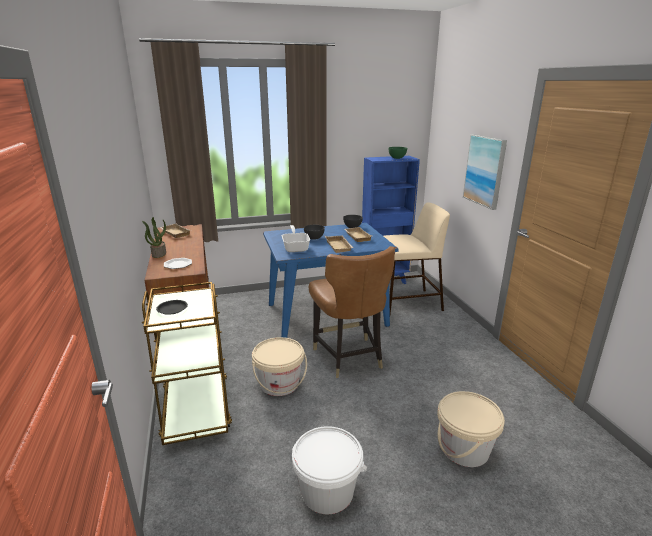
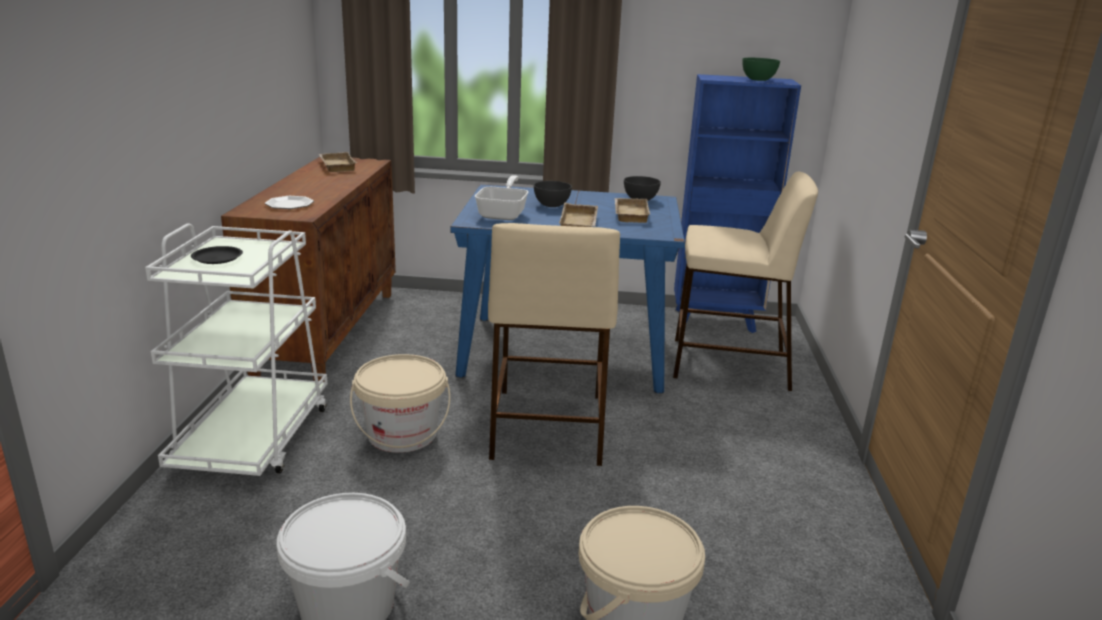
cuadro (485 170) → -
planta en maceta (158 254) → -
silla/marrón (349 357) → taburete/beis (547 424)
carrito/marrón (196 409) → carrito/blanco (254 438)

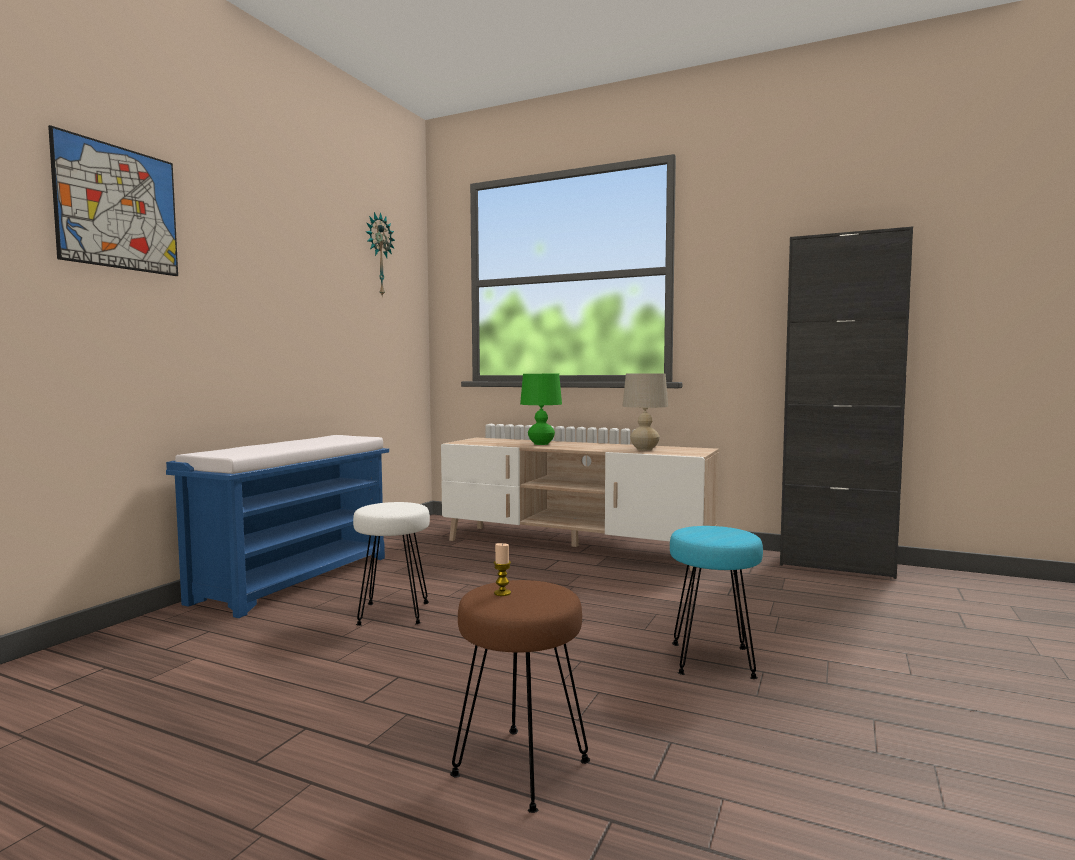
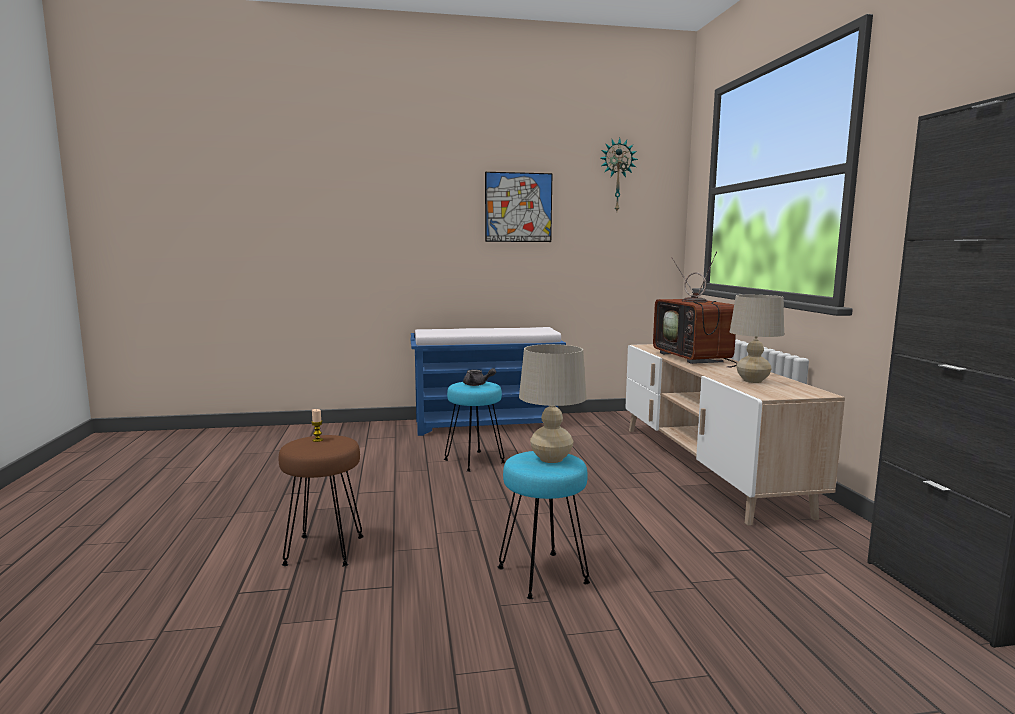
cuadro (118 207) → cuadro (518 207), shifted
lámpara de mesa/verde (541 444) → televisor (695 358)
taburete/blanco (394 613) → taburete/turquesa (475 461)
- → lámpara de mesa/beis (551 459)
- → tetera/gris (477 385)

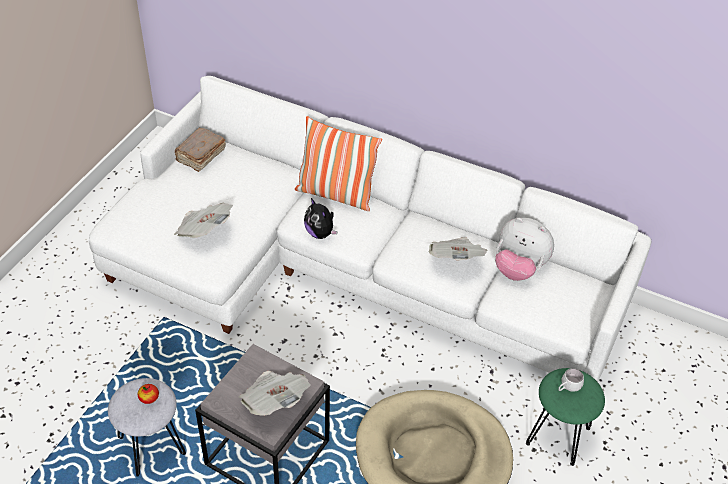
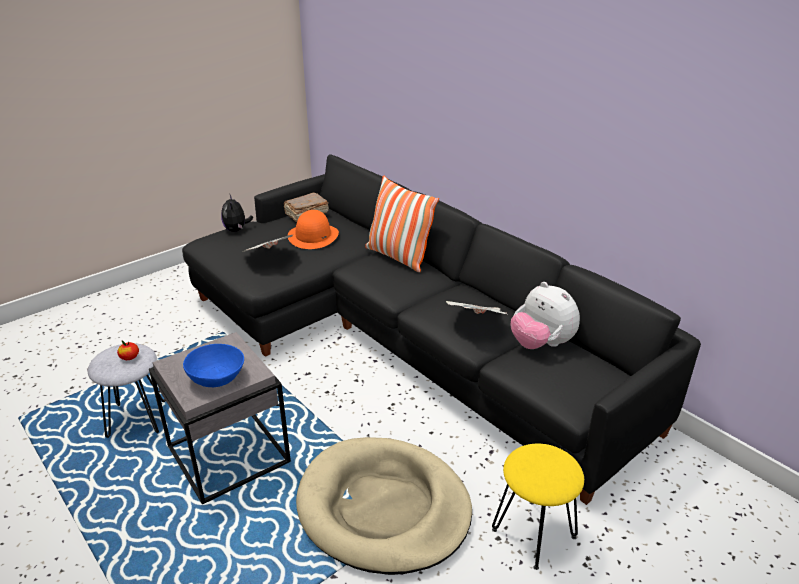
sofá/blanco (347 269) → sofá/negro (400 336)
peluche (320 233) → peluche (237 230), shifted
taburete/verde (558 436) → taburete/amarillo (534 534)
taza grande/blanco (567 387) → -
periódico (274 401) → cuenco/azul (216 378)
- → sombrero/naranja (313 236)

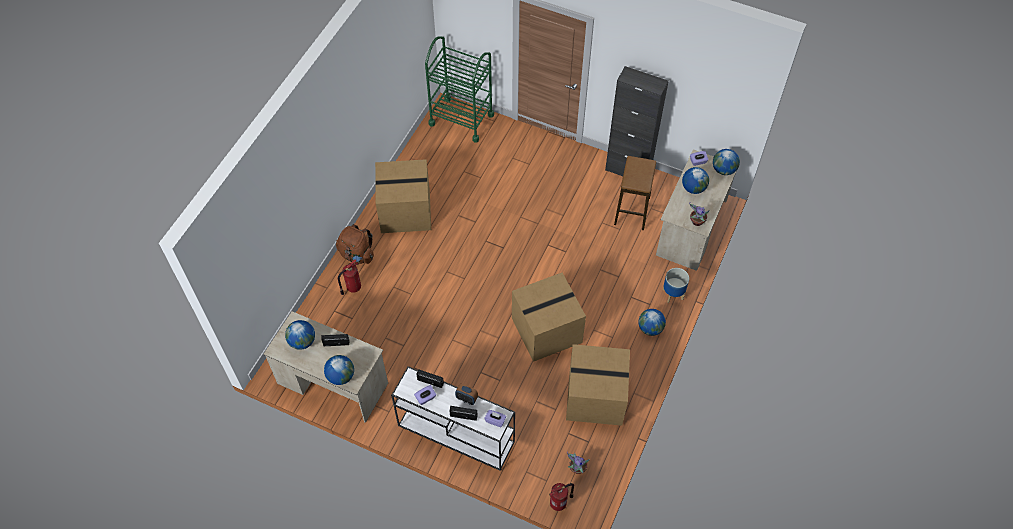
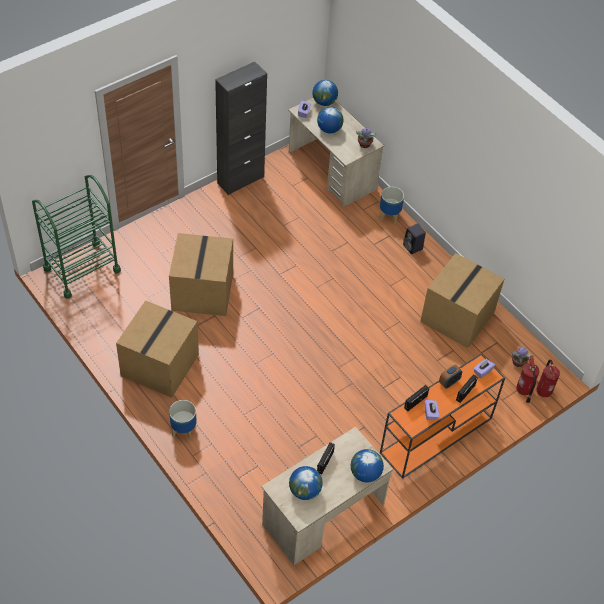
taburete (632 211) → -
mochila/marrón (357 255) → maceta (184 429)
extintor (352 287) → extintor (524 391), shifted
caja de cartón (547 329) → caja de cartón (201 290), shifted
globo terráqueo (650 328) → altavoz/negro (413 247)
mesa consola/blanco (455 433) → mesa consola/naranja (435 436)

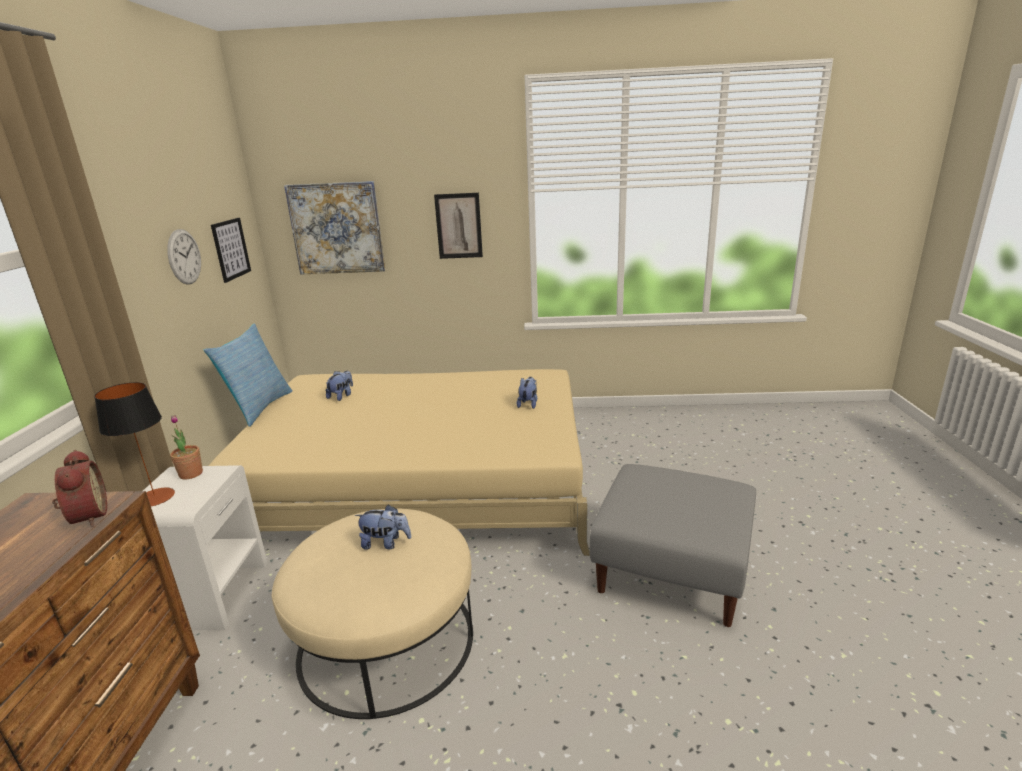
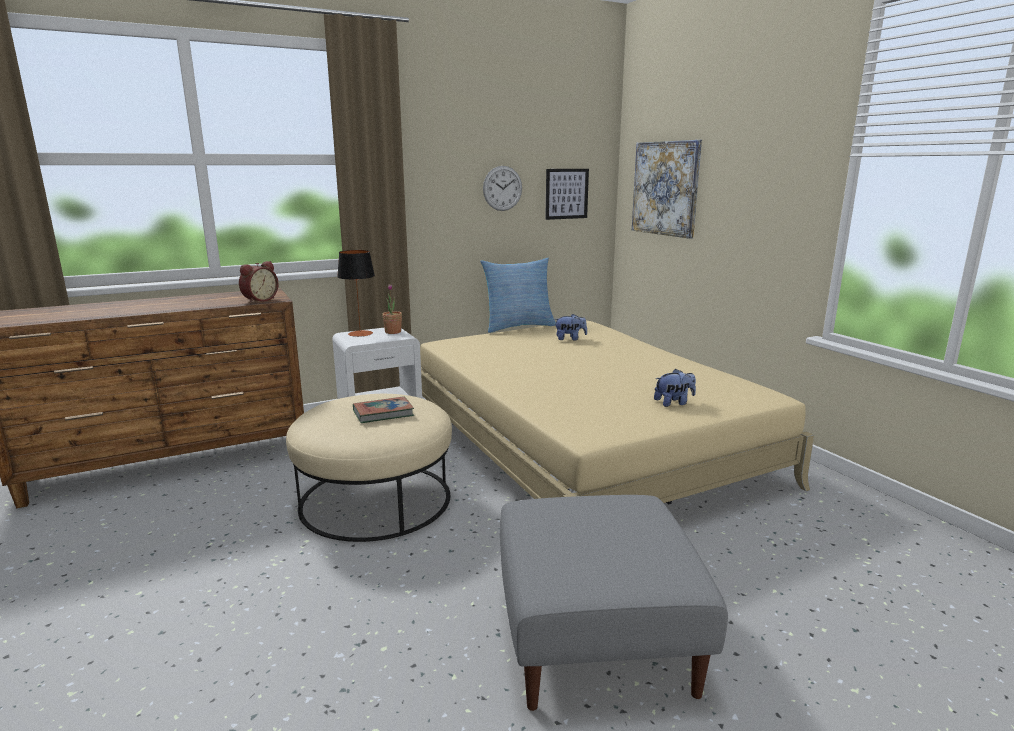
cuadro (458 226) → -
peluche (385 543) → libro (383 413)

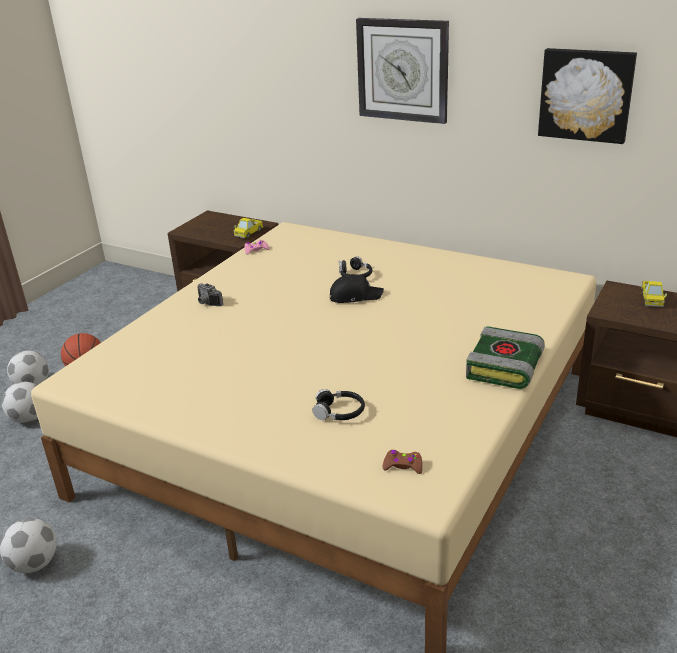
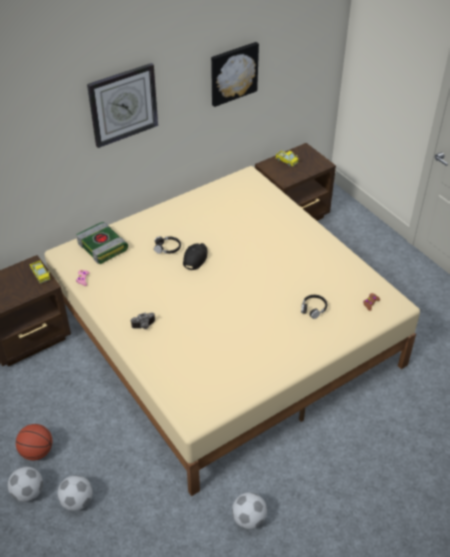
libro (505 367) → libro (103 247), shifted

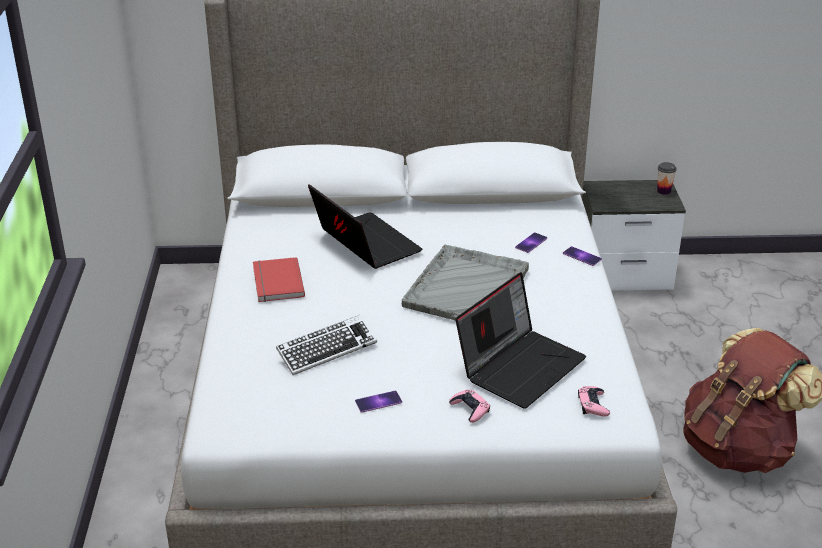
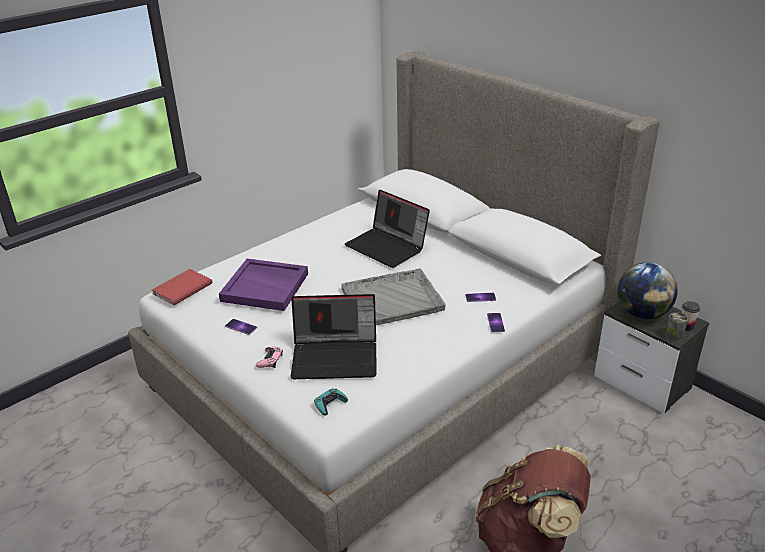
portátil (364 244) → portátil (388 247), 120 degrees clockwise
libro/rojo (276 282) → libro/rojo (181 288), shifted
teclado (327 350) → bandeja/morado (266 287)
mando de consola/rosa (593 405) → mando de consola/turquesa (330 404)
- → globo terráqueo (642 313)
- → lata (674 336)

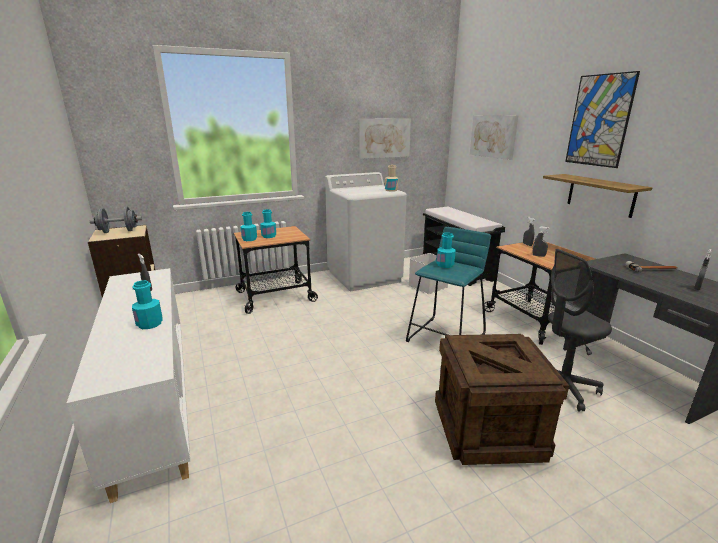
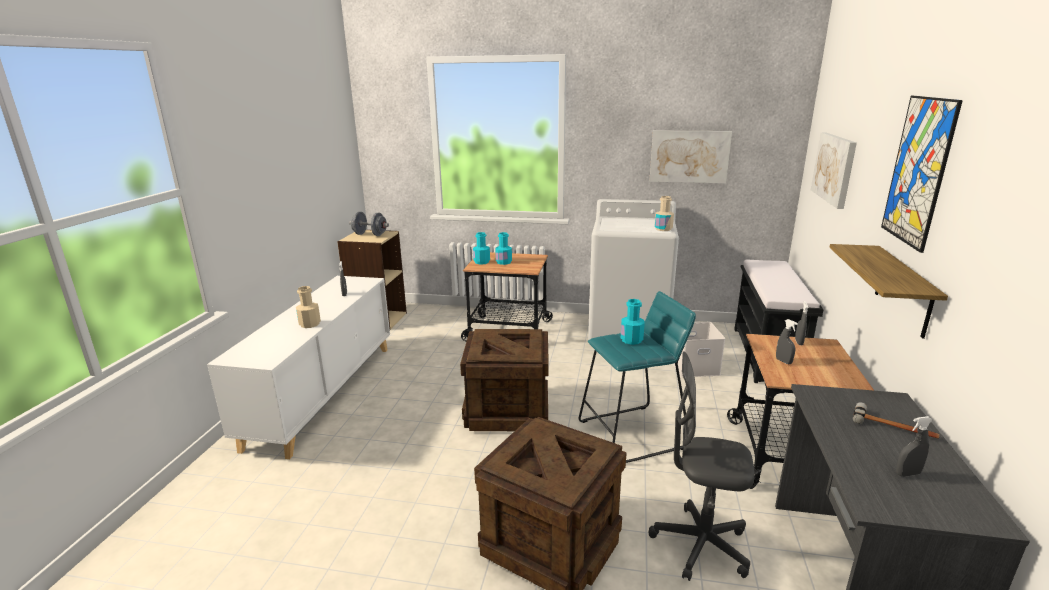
botella/turquesa (150 324) → botella/beis (310 324)
- → caja de embalaje (506 410)

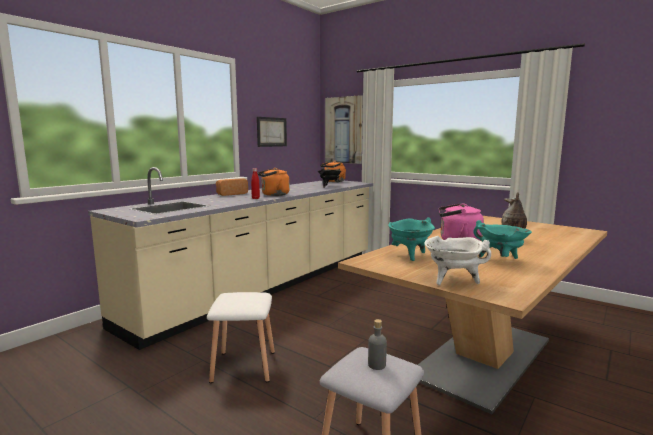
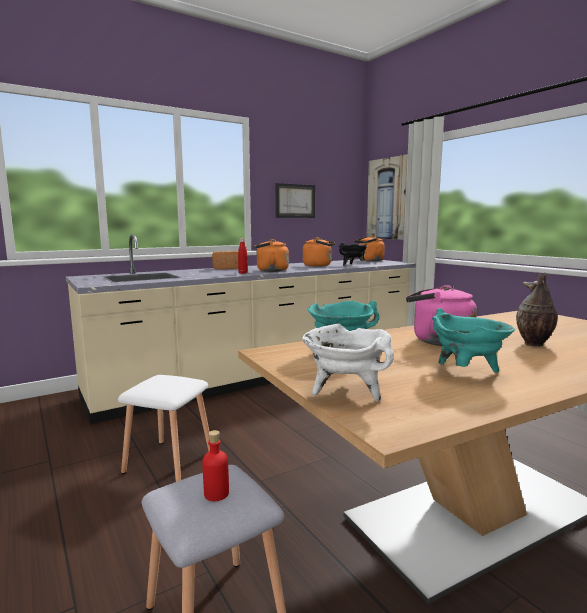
botella/gris (376 365) → botella/rojo (216 493)
- → hervidor/naranja (319 265)

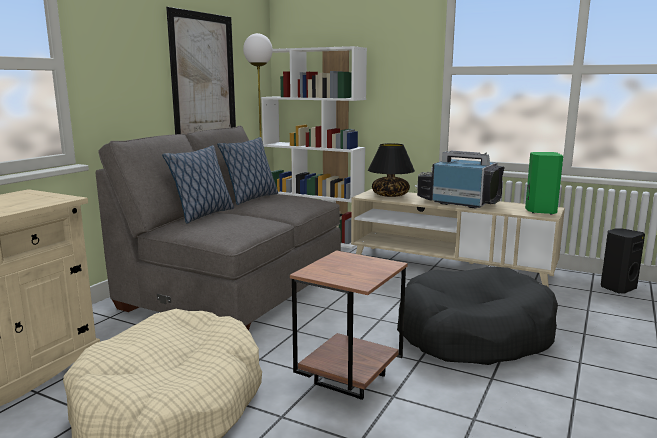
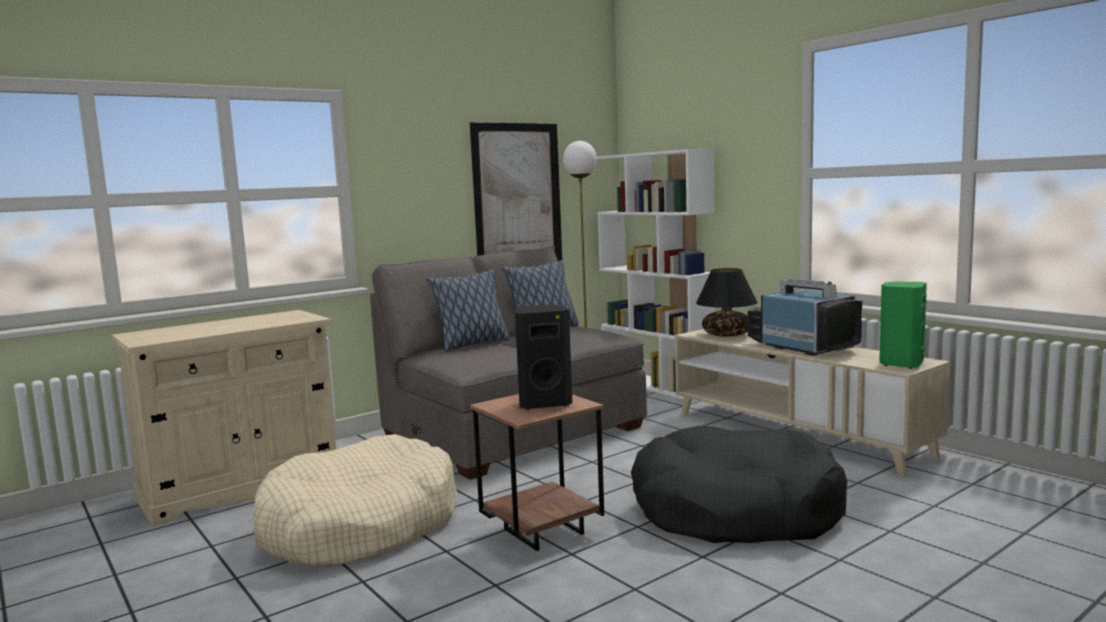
altavoz/negro (617 288) → altavoz/negro (544 403), shifted

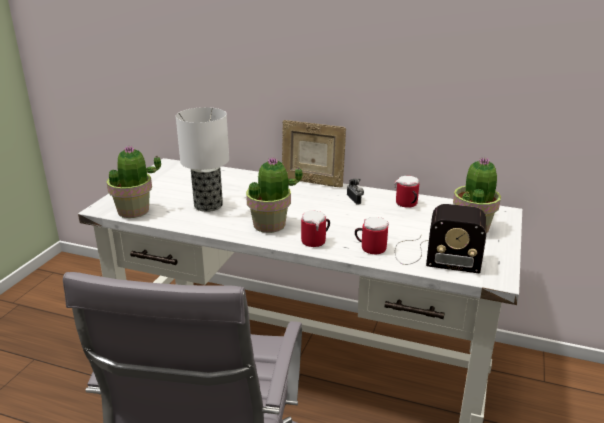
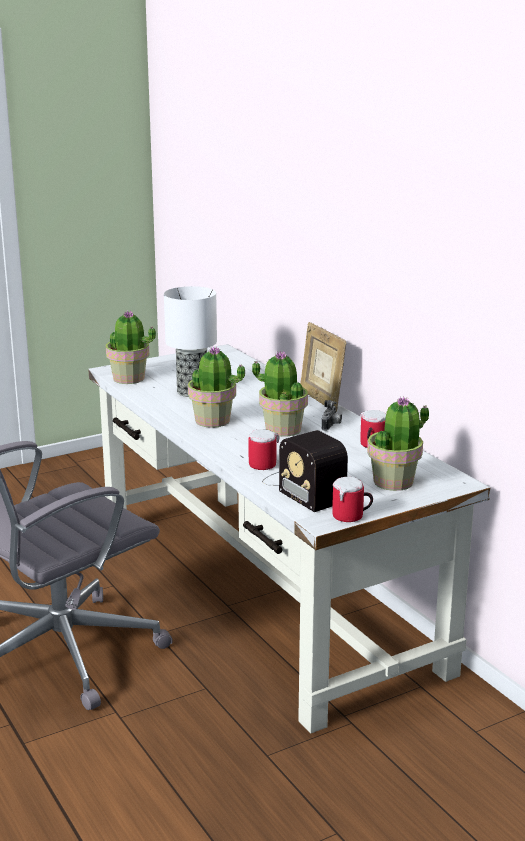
taza grande (317 241) → taza grande (352 517), shifted
- → planta en maceta (282 429)

